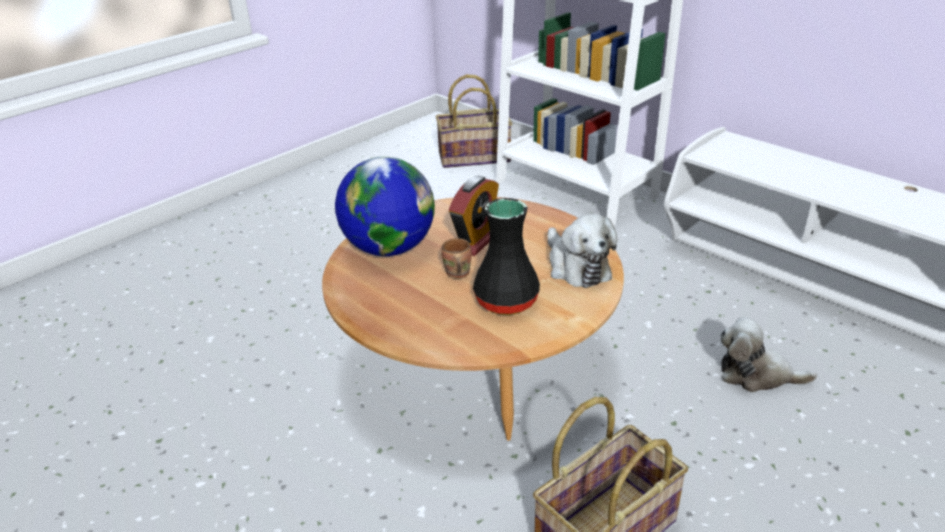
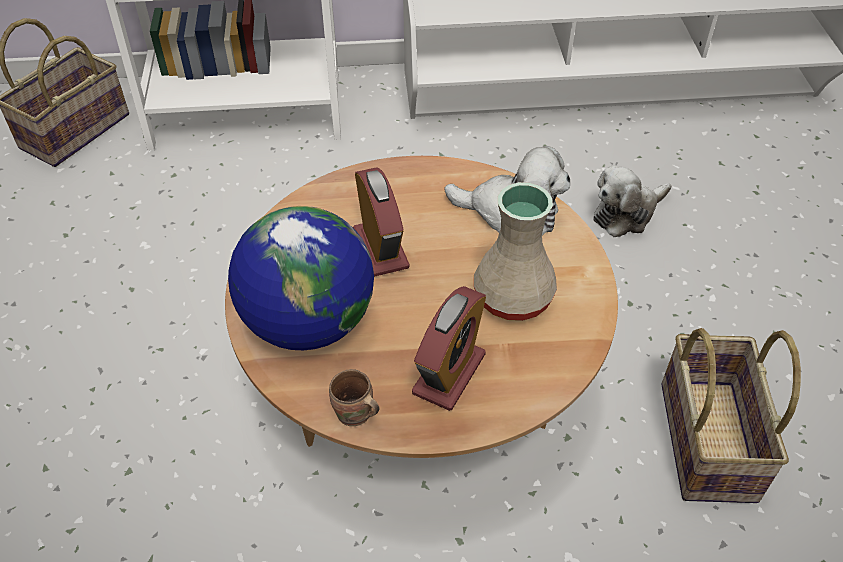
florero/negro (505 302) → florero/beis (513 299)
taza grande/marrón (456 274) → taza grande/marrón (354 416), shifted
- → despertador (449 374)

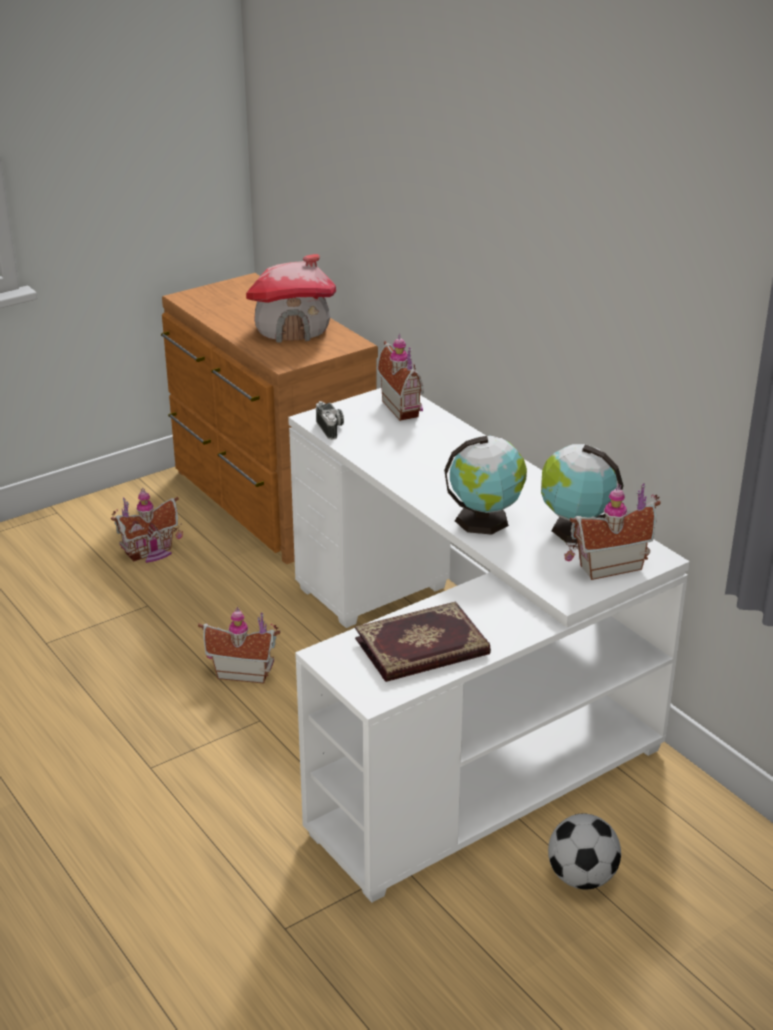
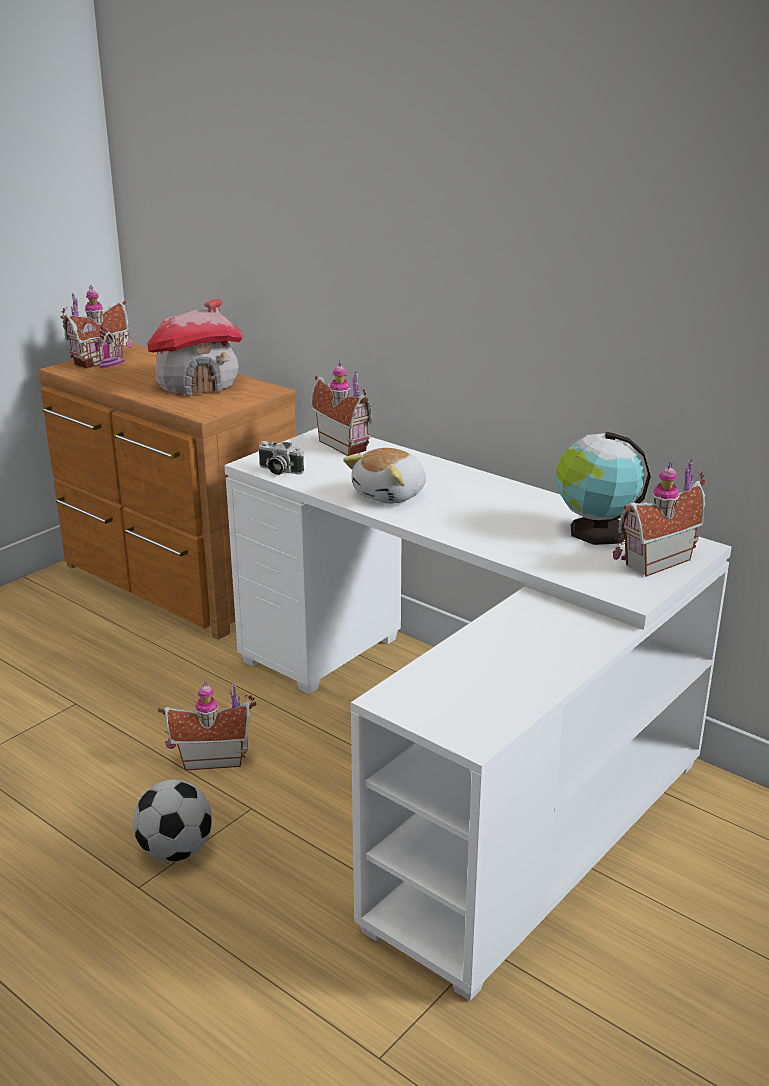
cámara (331 429) → cámara (278 471), 150 degrees clockwise
globo terráqueo (485 519) → -
casita (151 553) → casita (102 362), shifted
libro (422 648) → -
balón de fútbol (581 877) → balón de fútbol (175 850), shifted
- → peluche (391 495)

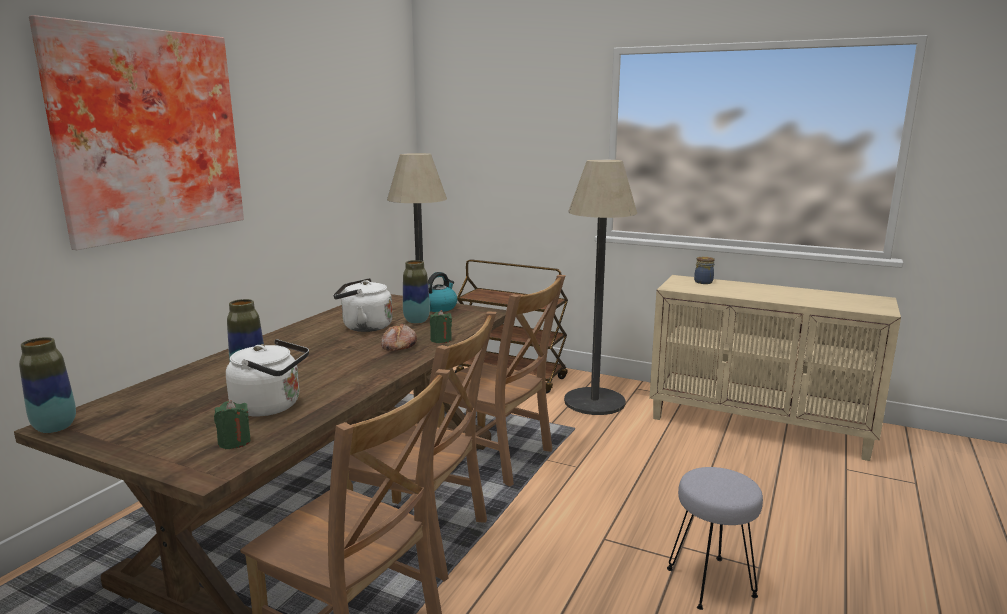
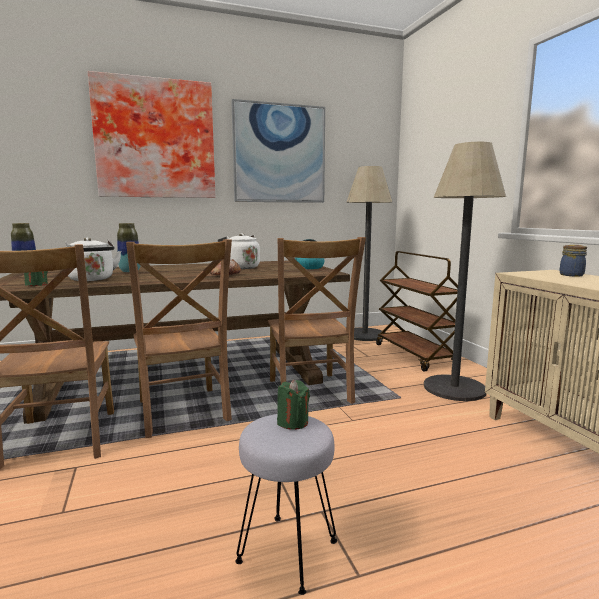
florero (416 321) → -
vela/verde (441 340) → vela/verde (293 422), shifted
- → cuadro (279 154)

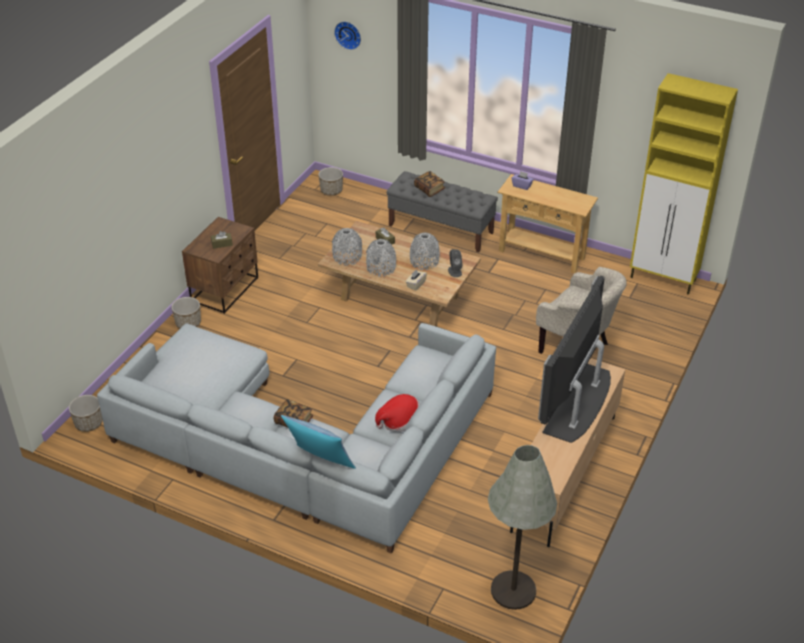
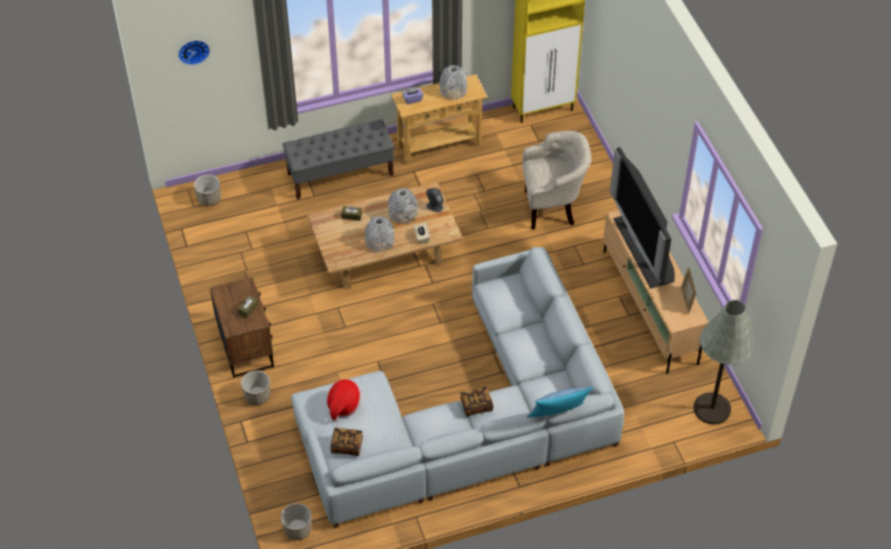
libro (429 189) → libro (347 446), shifted
florero/gris (347 256) → florero/gris (453 91), shifted
sombrero (399 422) → sombrero (344 405), shifted
- → portarretratos (686 299)

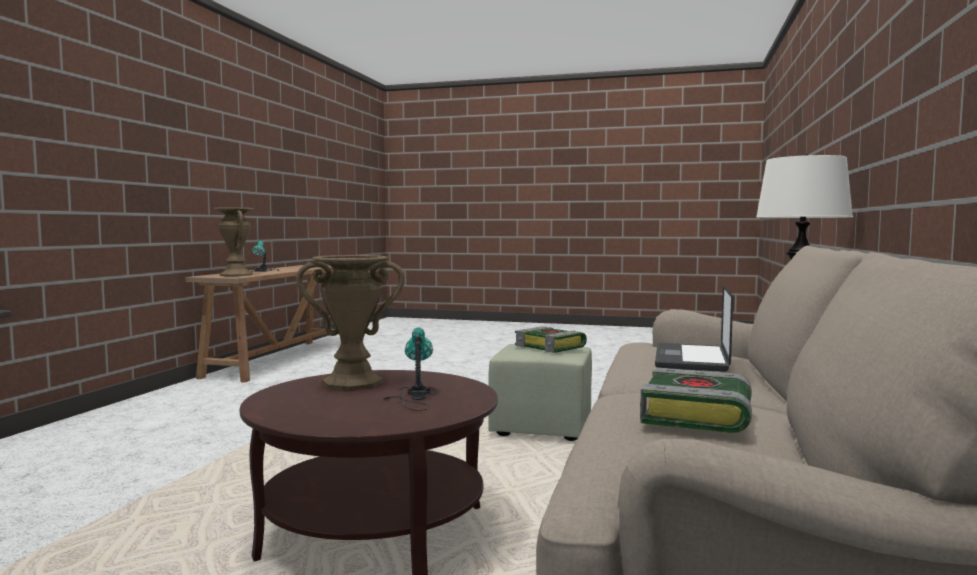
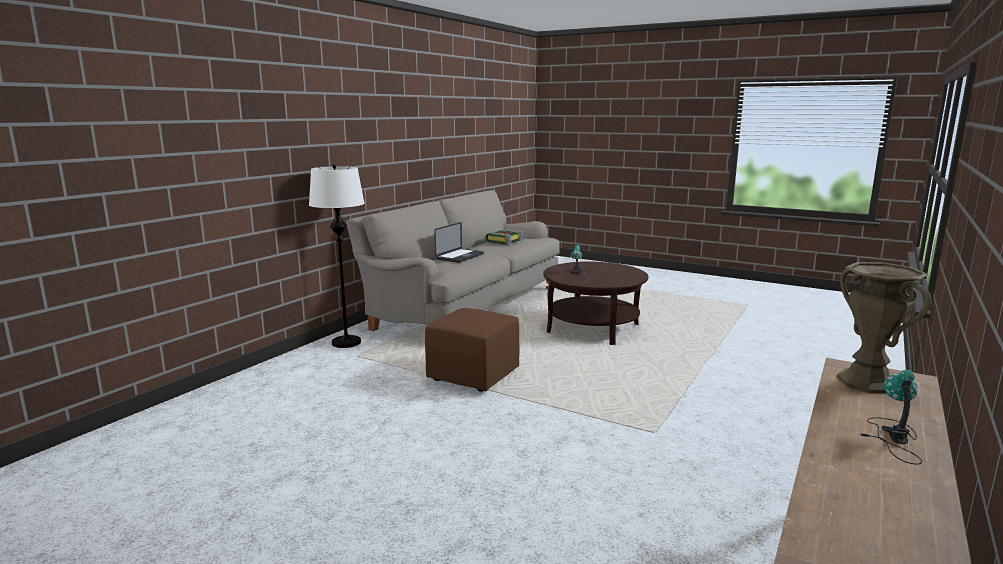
florero/marrón (352 383) → -
libro (551 347) → -
puf/verde (542 428) → puf/marrón (473 375)

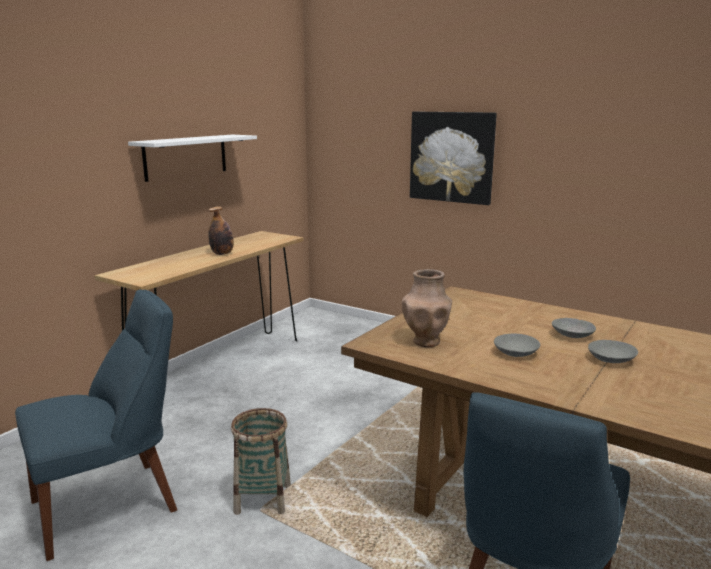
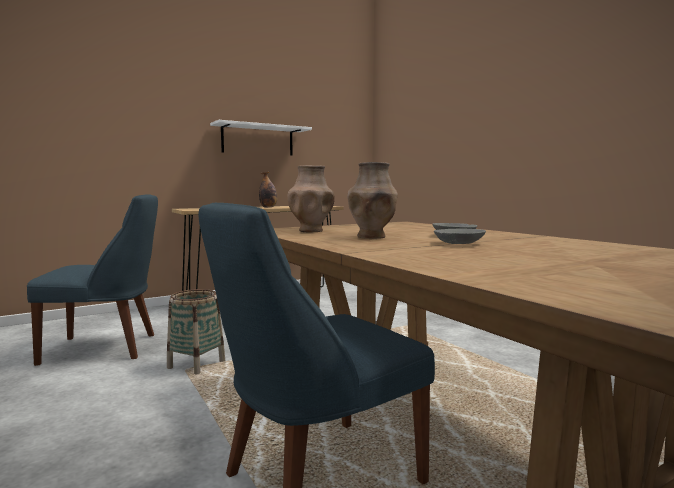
cuadro (452 157) → -
cuenco/gris (515 353) → florero/marrón (372 237)

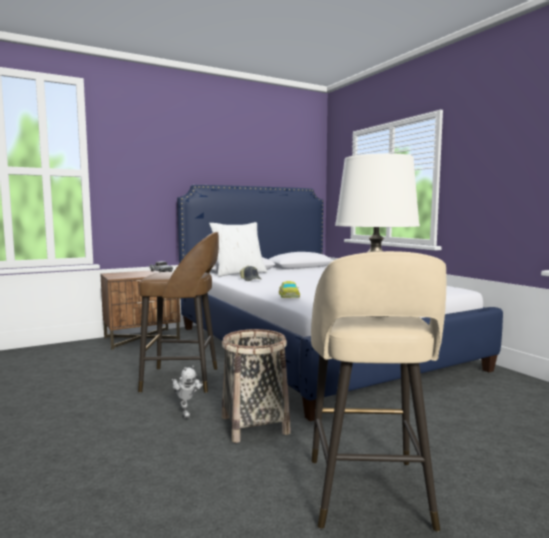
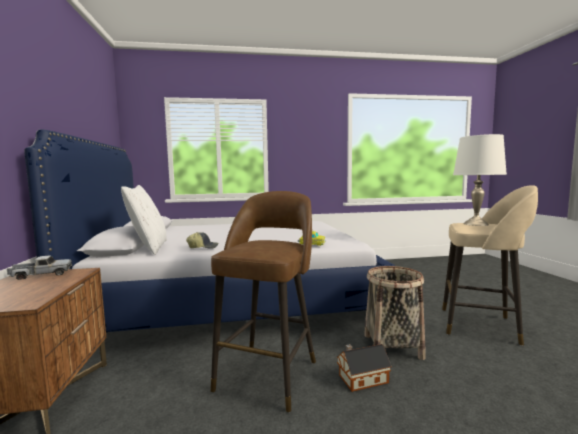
robot de juguete (186 412) → casita (361 379)

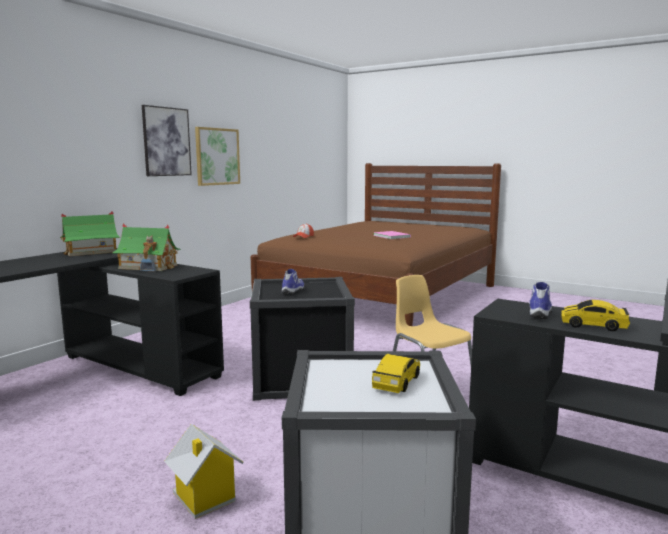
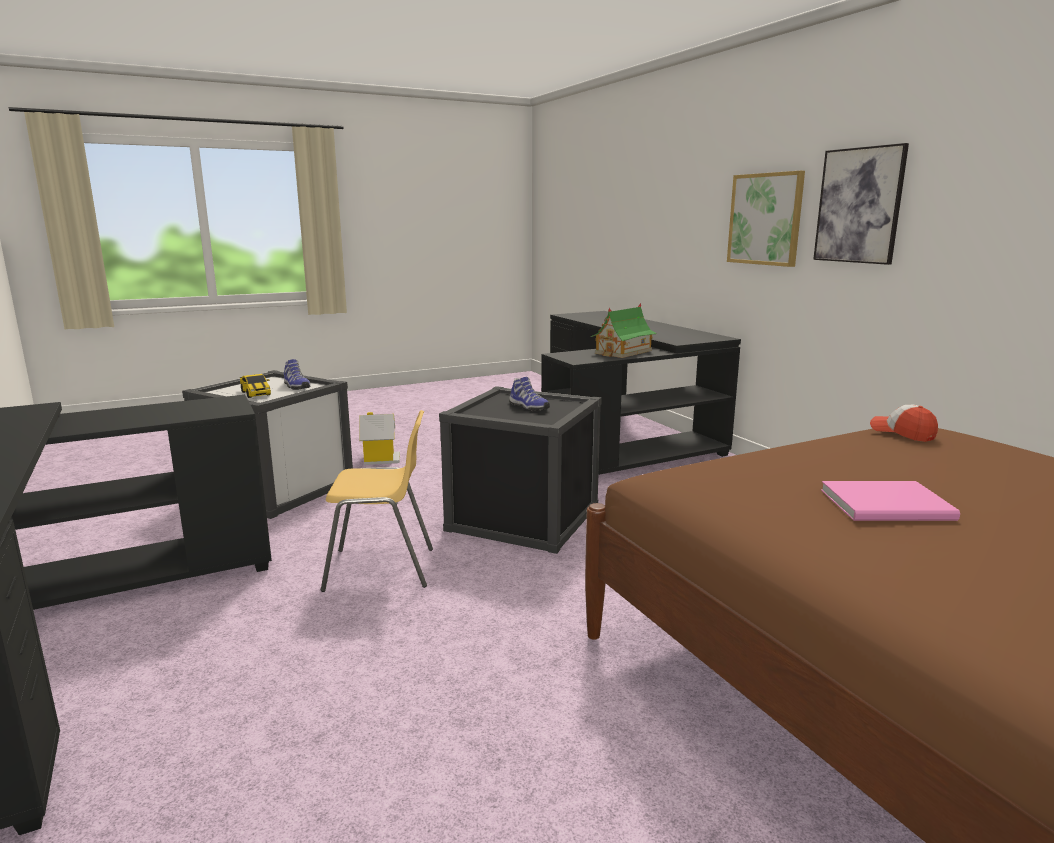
cuadro (217 156) → cuadro (765 219), shifted
casita (91 252) → -
zapato (540 313) → zapato (295 386), shifted
coche de juguete (593 325) → -

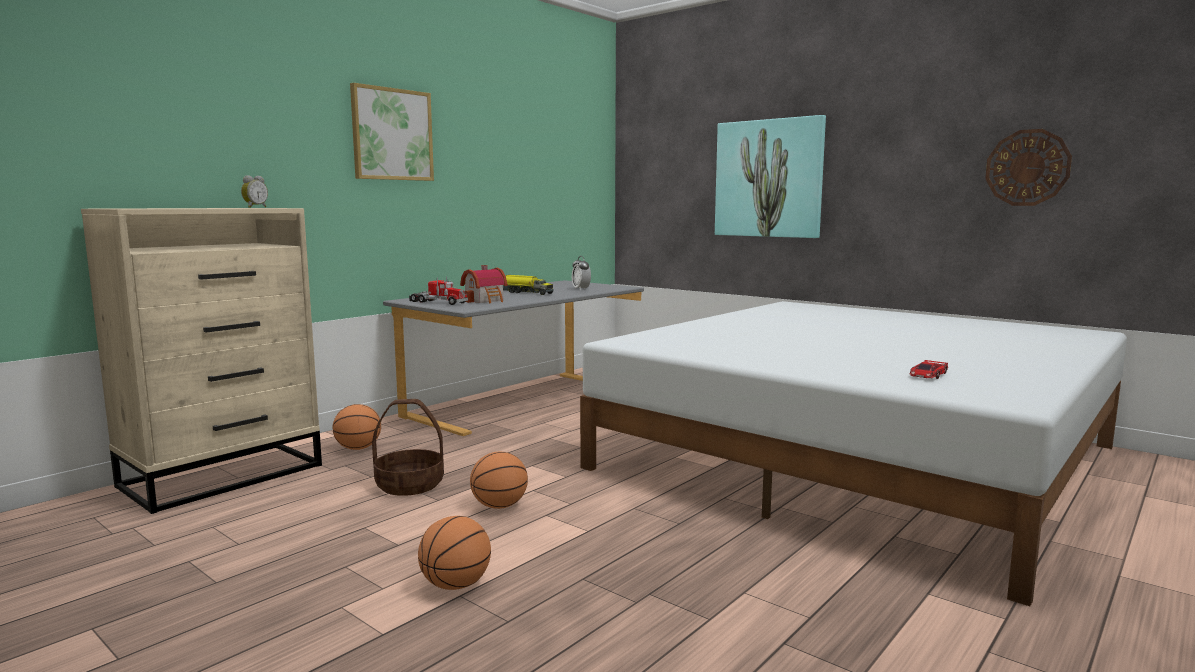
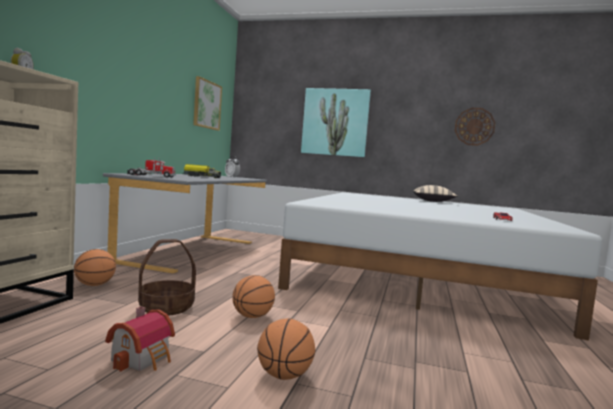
cuadro (392 134) → cuadro (206 104), shifted
casita (486 300) → casita (144 358), shifted
- → cojín/beis (432 201)

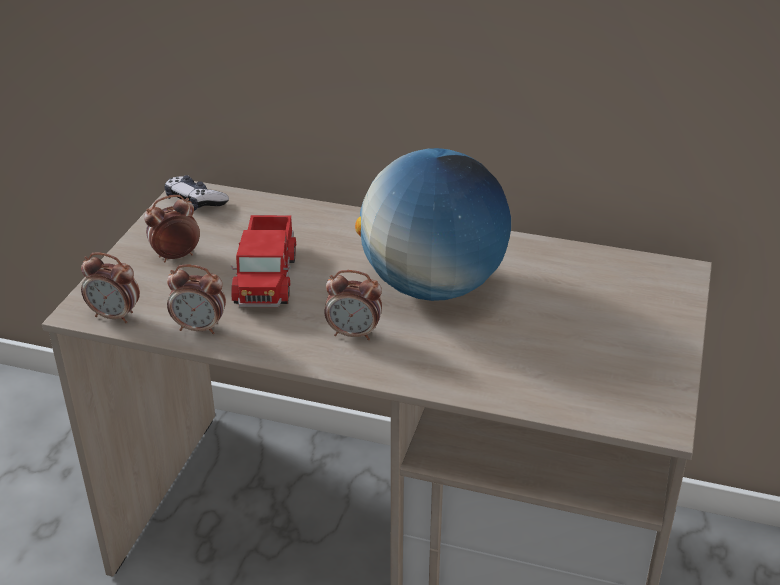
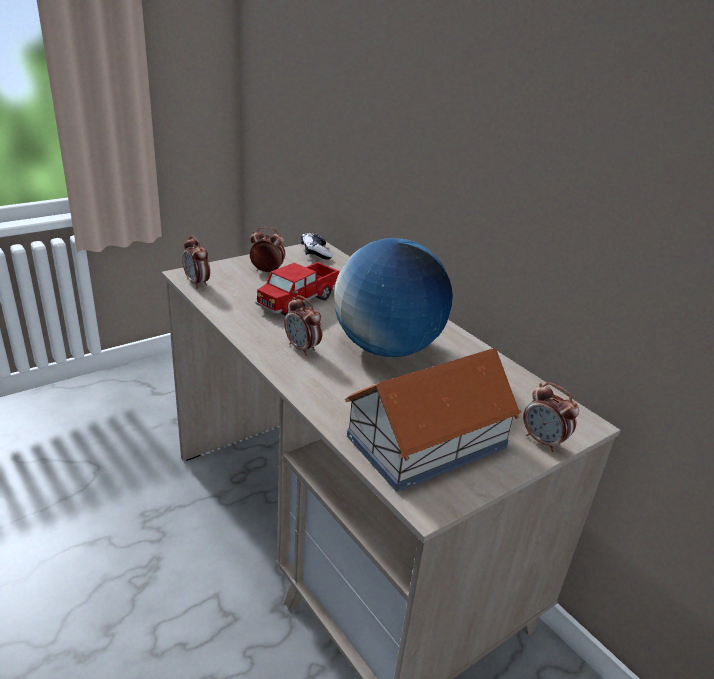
despertador (200 328) → despertador (543 441), shifted
- → casita (425 441)

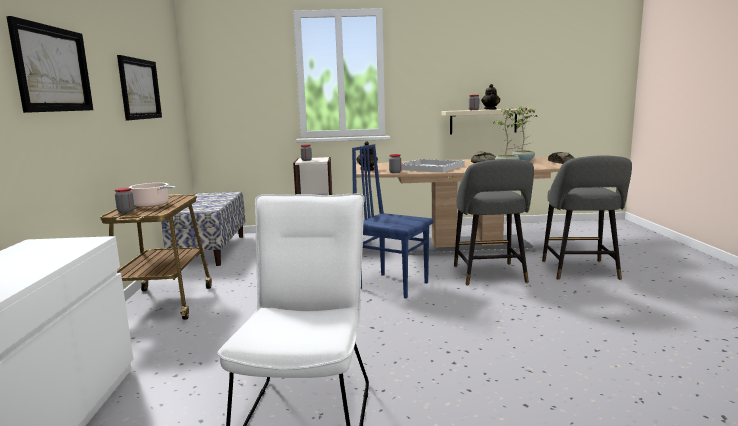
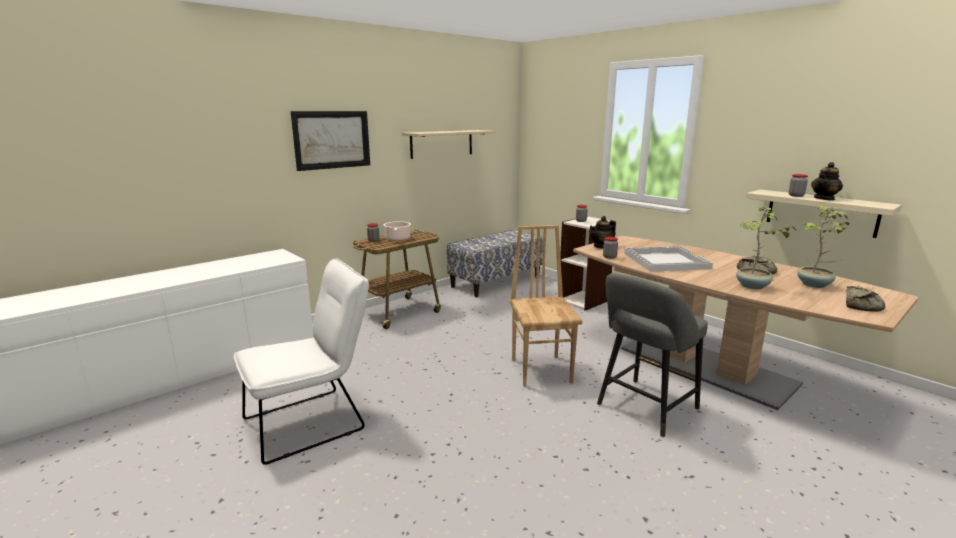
cuadro (139 89) → estante/beis (442 143)
silla/azul (393 285) → silla/marrón (542 370)
taburete/gris (581 271) → -

